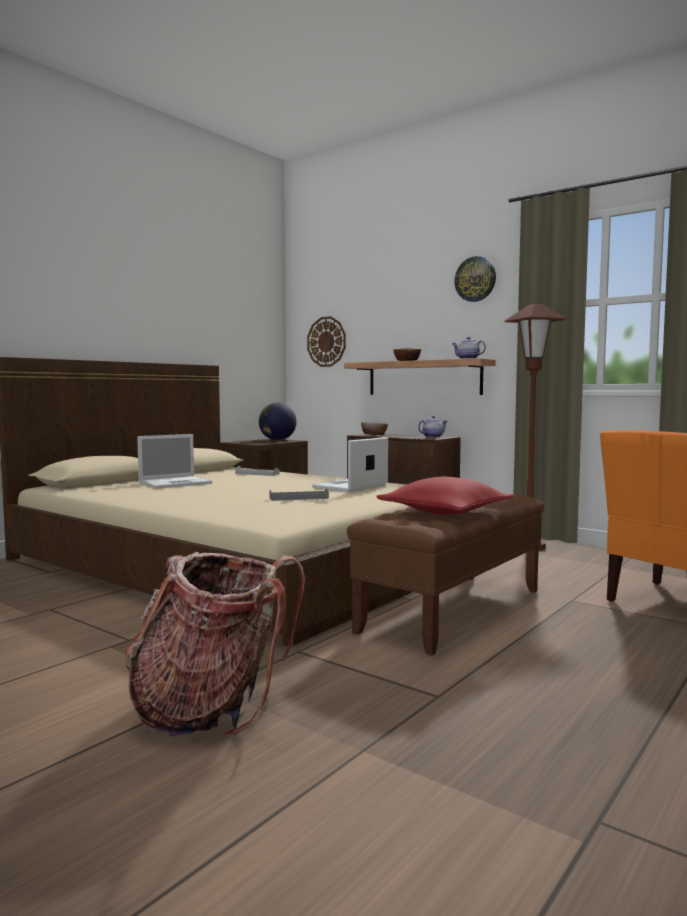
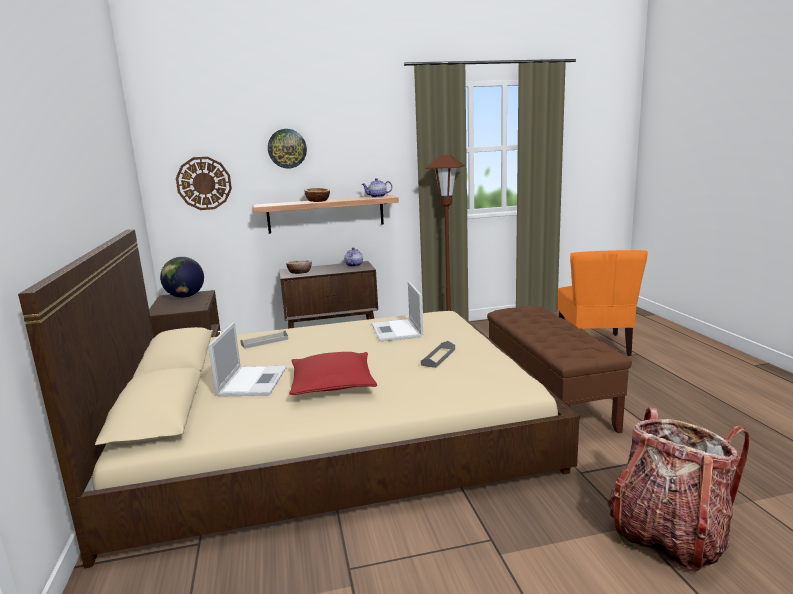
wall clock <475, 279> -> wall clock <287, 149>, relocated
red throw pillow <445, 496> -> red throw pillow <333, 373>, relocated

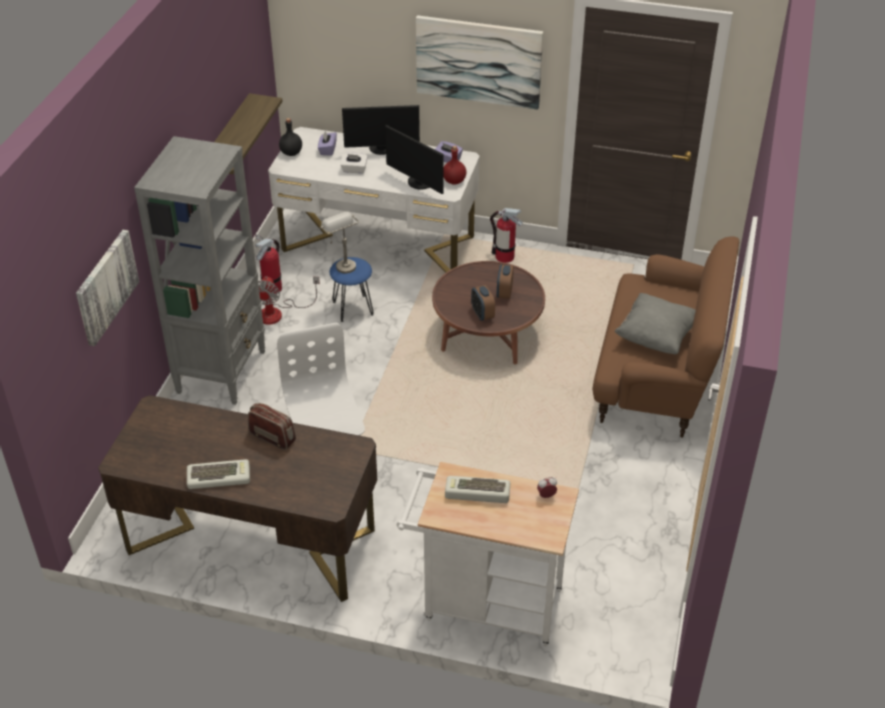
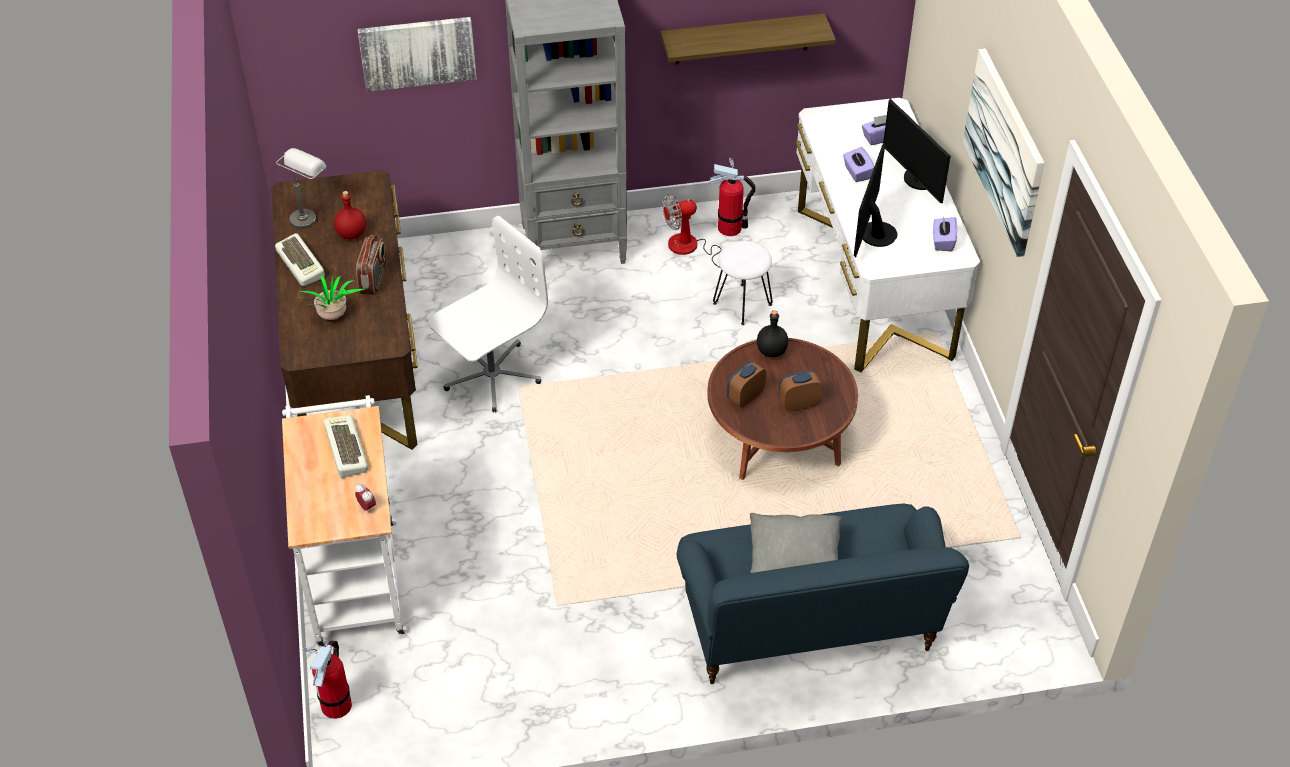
black bottle <290, 137> -> black bottle <772, 333>, relocated
red bottle <454, 165> -> red bottle <350, 215>, relocated
whitish box of tissues <354, 163> -> purple box of tissues <858, 164>
fire-fighting cylinder <506, 235> -> fire-fighting cylinder <327, 680>, relocated
grey tabletop lamp <339, 243> -> grey tabletop lamp <301, 188>, relocated
brownish sofa <665, 337> -> blue-coloured sofa <823, 594>
blue-coloured stool seat <352, 289> -> whitish stool seat <743, 283>
none -> potted plant <332, 297>

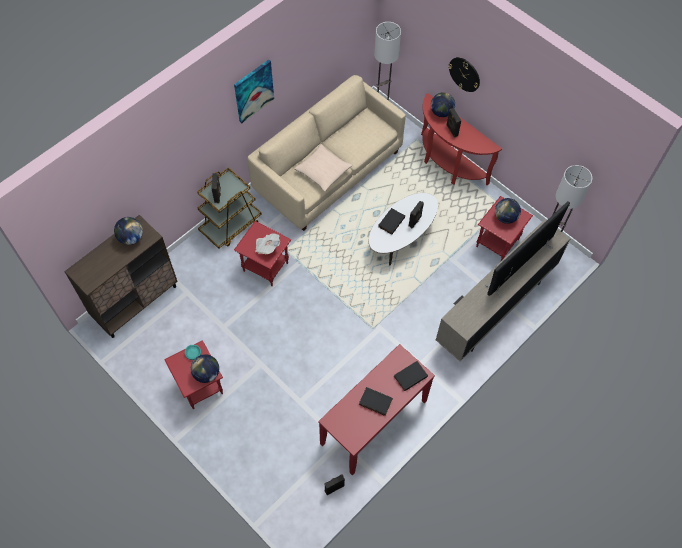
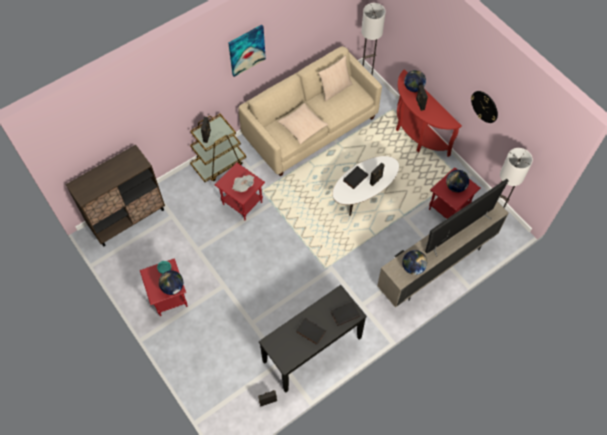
wall clock <464, 74> -> wall clock <484, 107>, relocated
globe <128, 231> -> globe <414, 262>, relocated
red hall table <376, 409> -> black hall table <313, 339>
none -> beige-coloured throw pillow <335, 78>

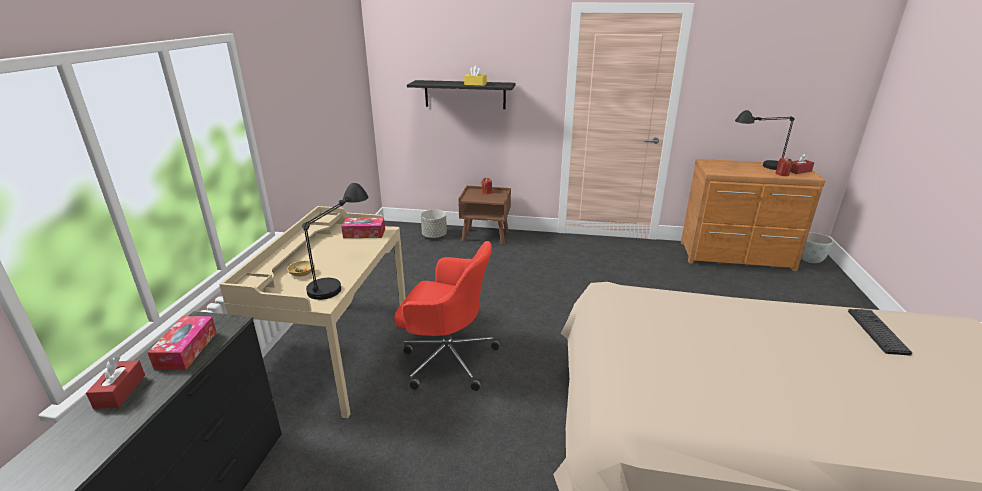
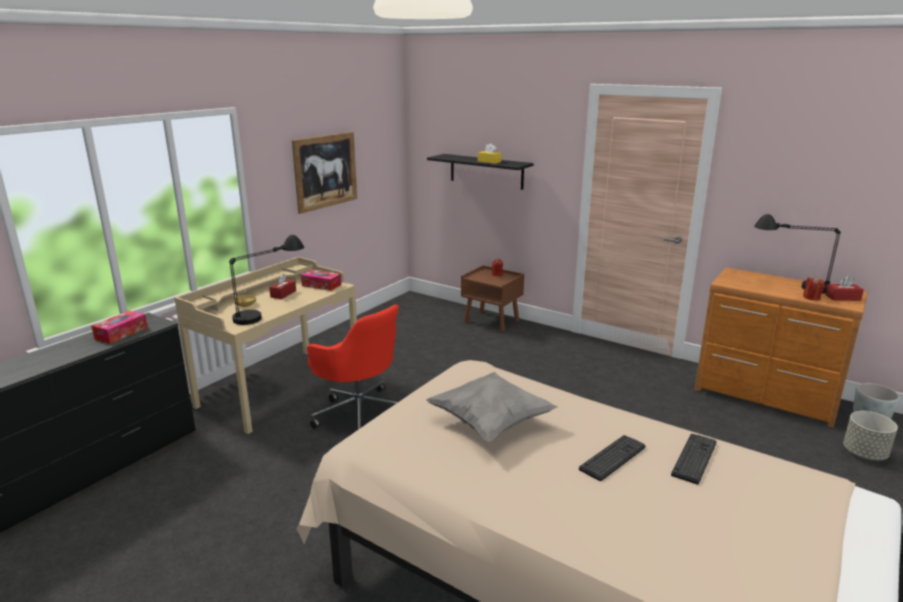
grey plant pot <434, 223> -> grey plant pot <870, 435>, relocated
red box of tissues <115, 383> -> red box of tissues <282, 286>, relocated
none -> wall picture <324, 173>
none -> grey throw pillow <492, 407>
none -> PC keyboard <612, 458>

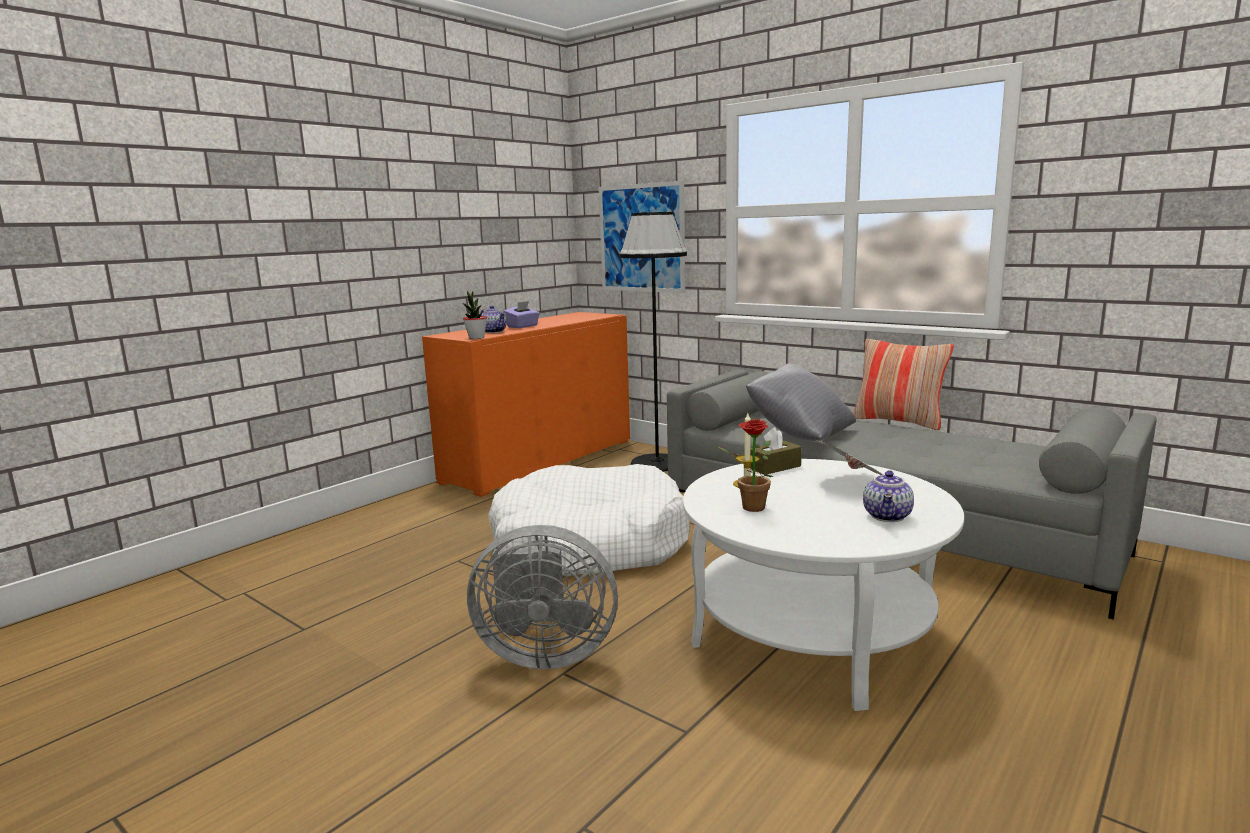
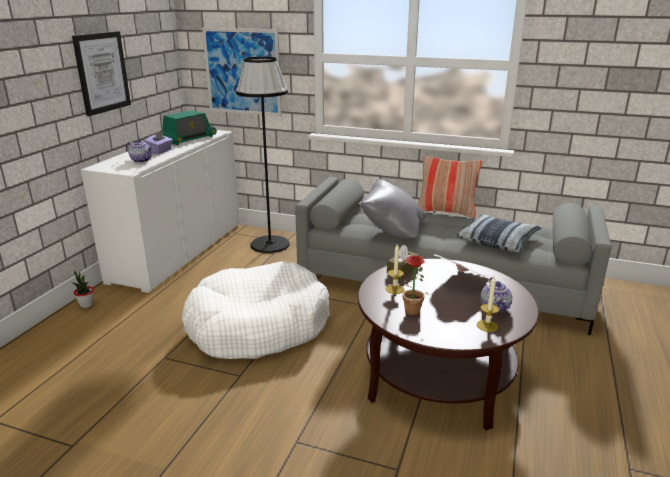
potted plant <474, 315> -> potted plant <83, 289>, relocated
orange-coloured cabinet <526, 404> -> whitish cabinet <160, 211>
whitish low table <823, 585> -> brownish low table <448, 344>
grey fan <542, 597> -> none
none -> wall picture <101, 73>
none -> radio receiver <189, 127>
none -> throw pillow <498, 233>
none -> candle <488, 304>

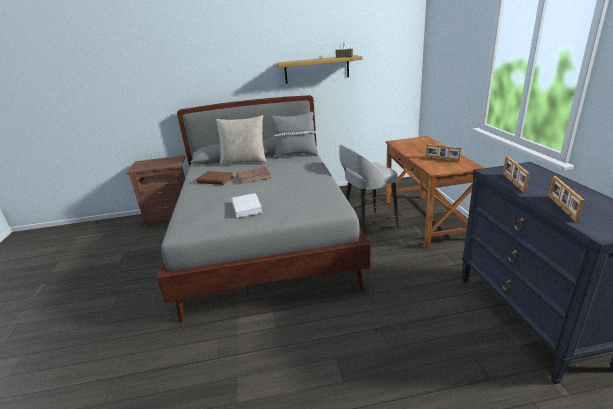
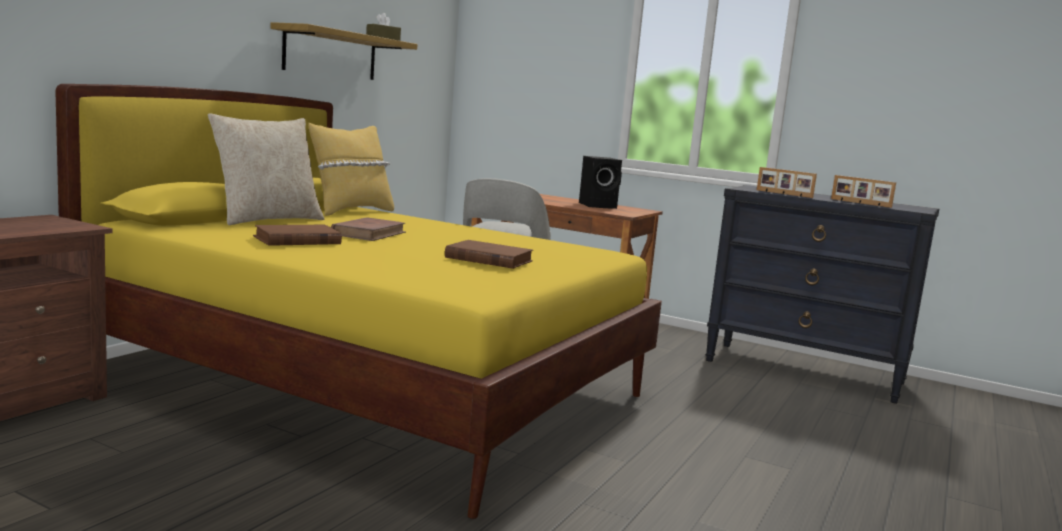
grey bed <263, 209> -> yellowish bed <358, 301>
grey throw pillow <294, 135> -> yellowish throw pillow <351, 169>
photo frame <443, 153> -> black audio speaker <600, 182>
whitish book <247, 205> -> brownish book <489, 254>

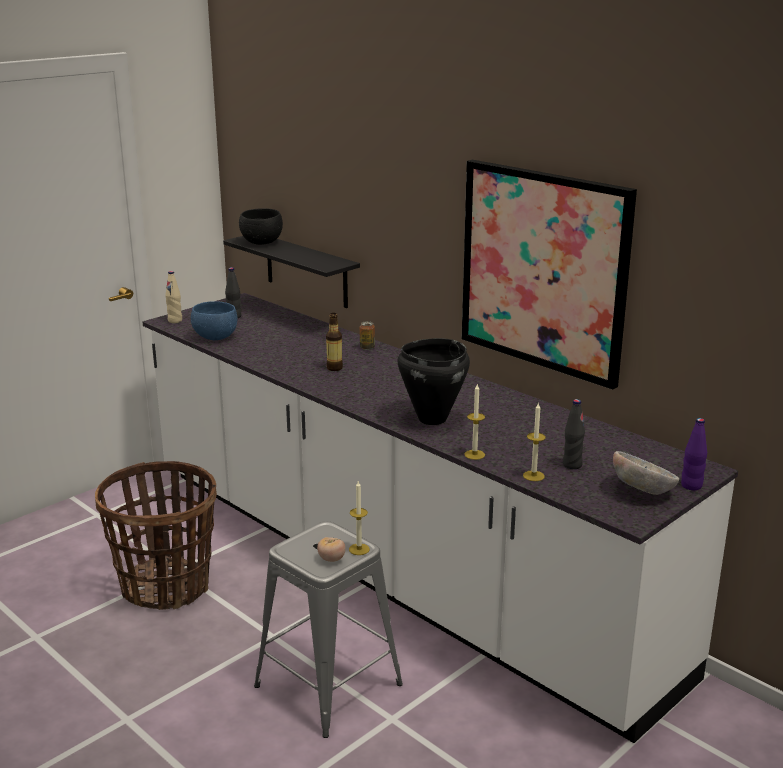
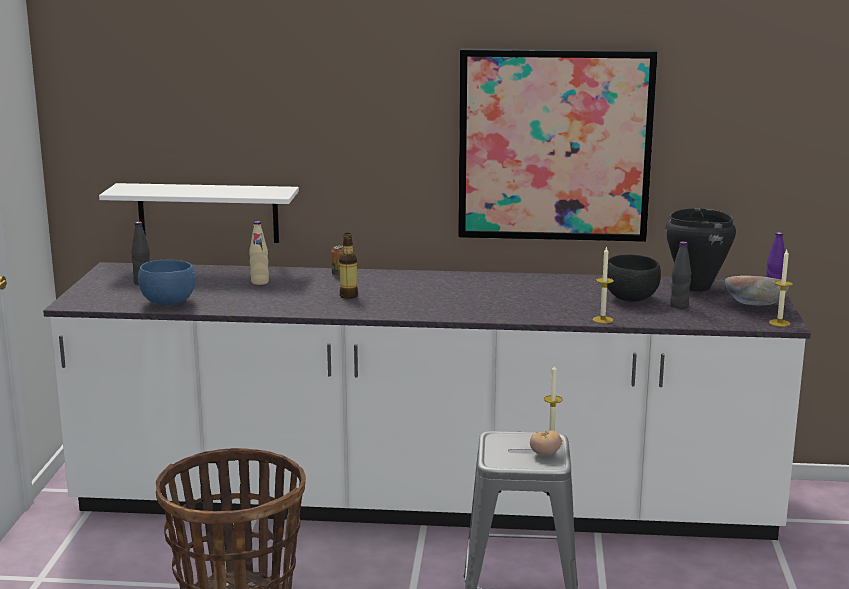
black serving bowl <261, 226> -> black serving bowl <634, 278>, relocated
black shelf <291, 272> -> whitish shelf <199, 213>
beige-coloured bottle <173, 297> -> beige-coloured bottle <259, 253>, relocated
black saucepot <434, 381> -> black saucepot <700, 250>, relocated
candle <534, 441> -> candle <781, 288>, relocated

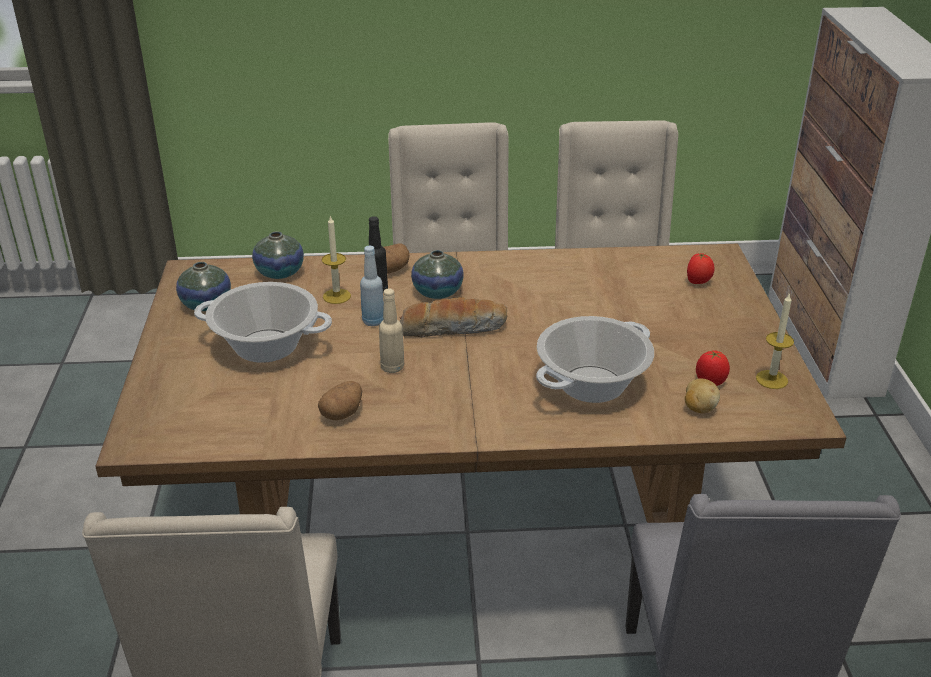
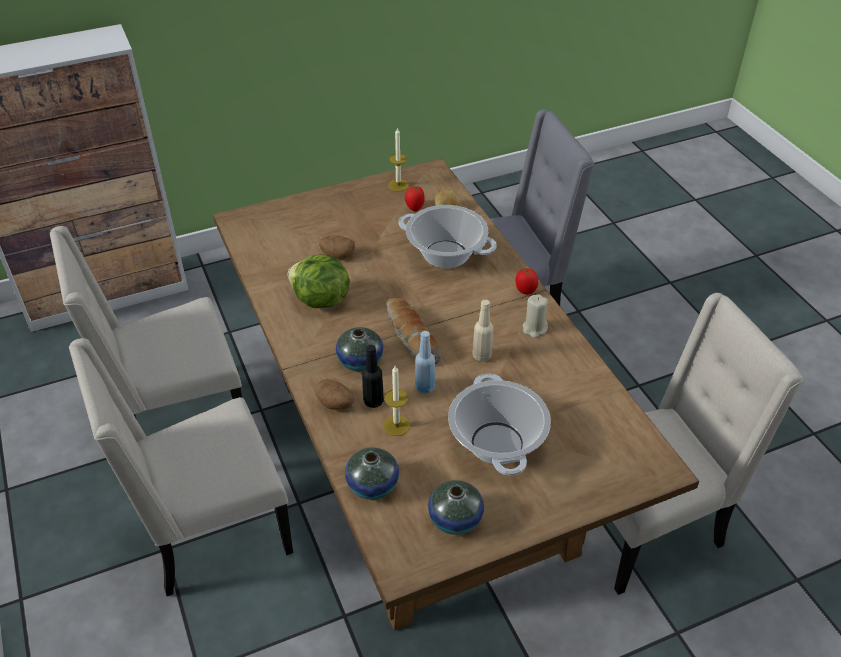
tomato <700, 268> -> tomato <526, 281>, relocated
potato <340, 400> -> potato <337, 247>, relocated
none -> lettuce head <319, 281>
none -> beige-coloured candle <535, 316>

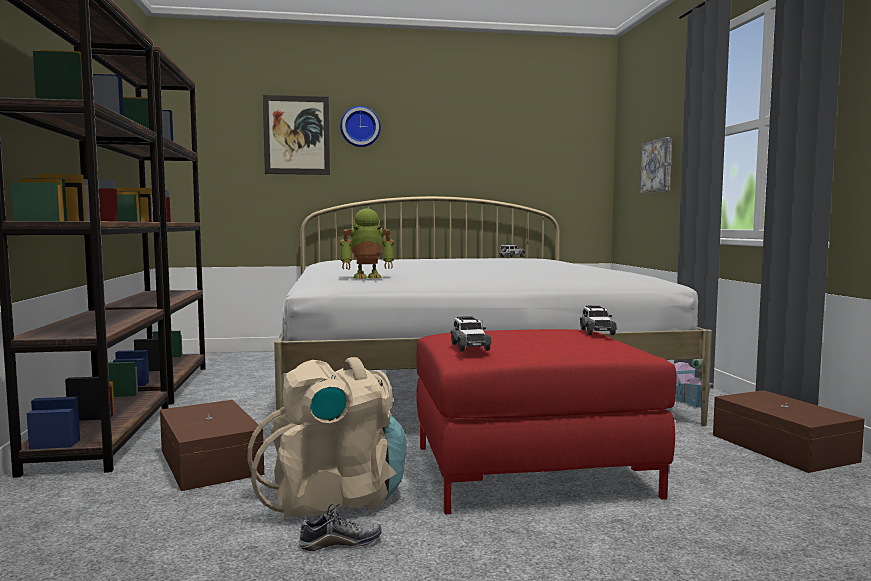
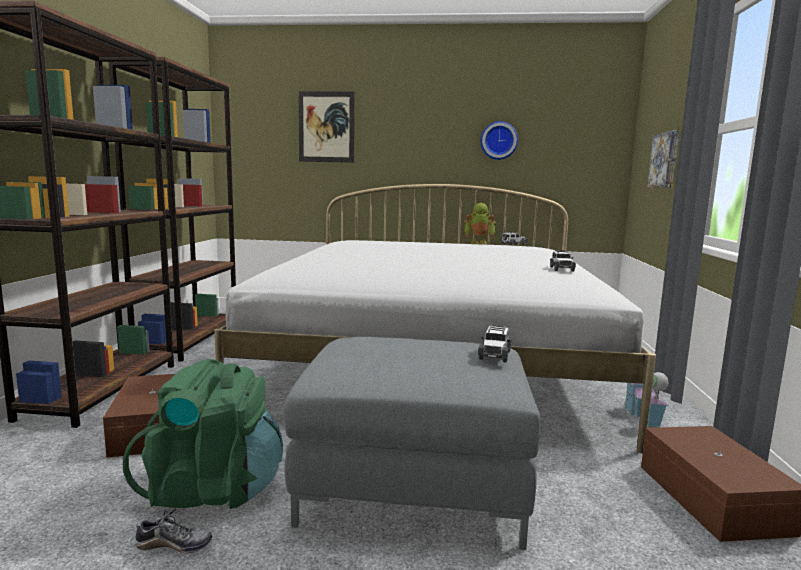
wall clock <360, 126> -> wall clock <499, 140>, relocated
robot figure <367, 243> -> robot figure <480, 223>, relocated
toy car <471, 334> -> toy car <563, 261>, relocated
red ottoman <546, 421> -> grey ottoman <411, 443>
beige-coloured rucksack <327, 438> -> greenish rucksack <203, 434>

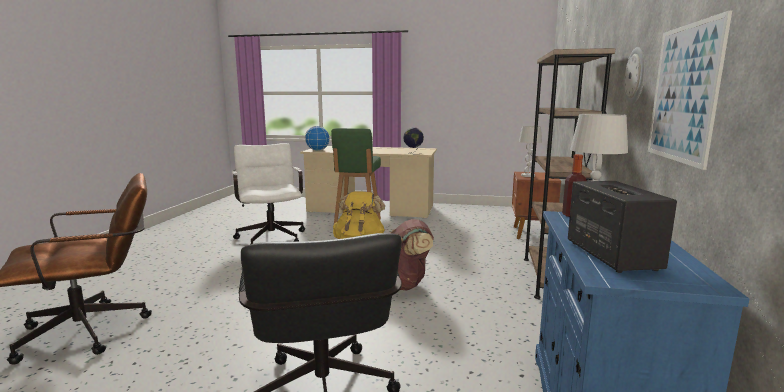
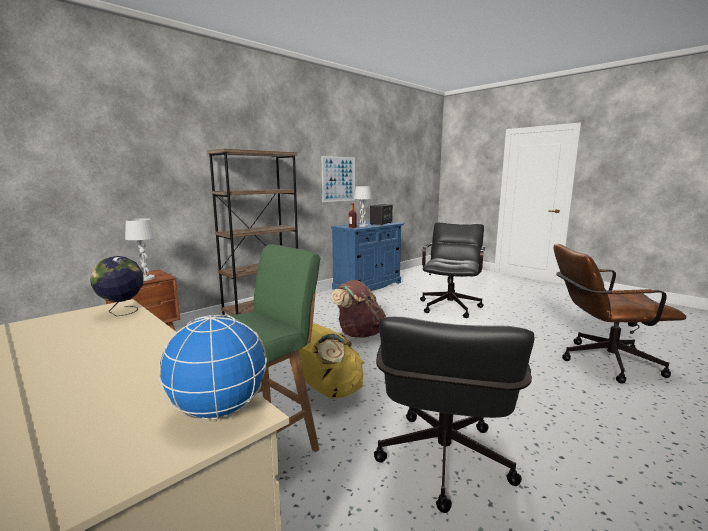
wall clock <635, 75> -> none
whitish office chair <268, 193> -> black office chair <454, 415>

